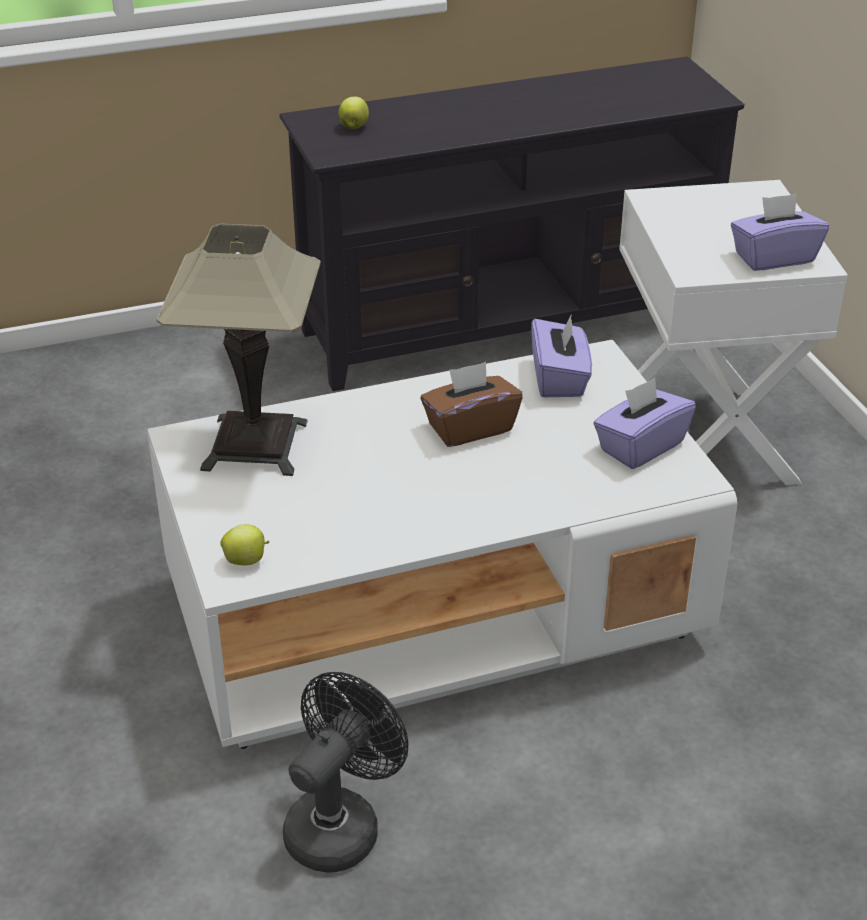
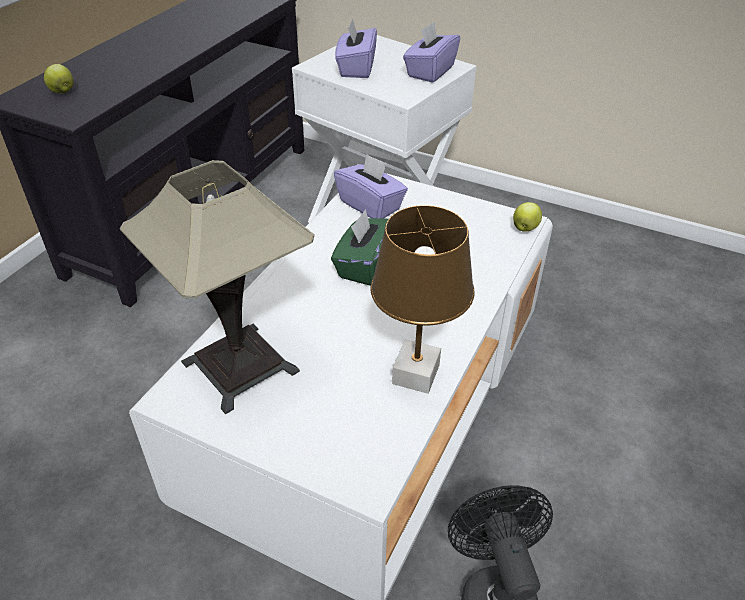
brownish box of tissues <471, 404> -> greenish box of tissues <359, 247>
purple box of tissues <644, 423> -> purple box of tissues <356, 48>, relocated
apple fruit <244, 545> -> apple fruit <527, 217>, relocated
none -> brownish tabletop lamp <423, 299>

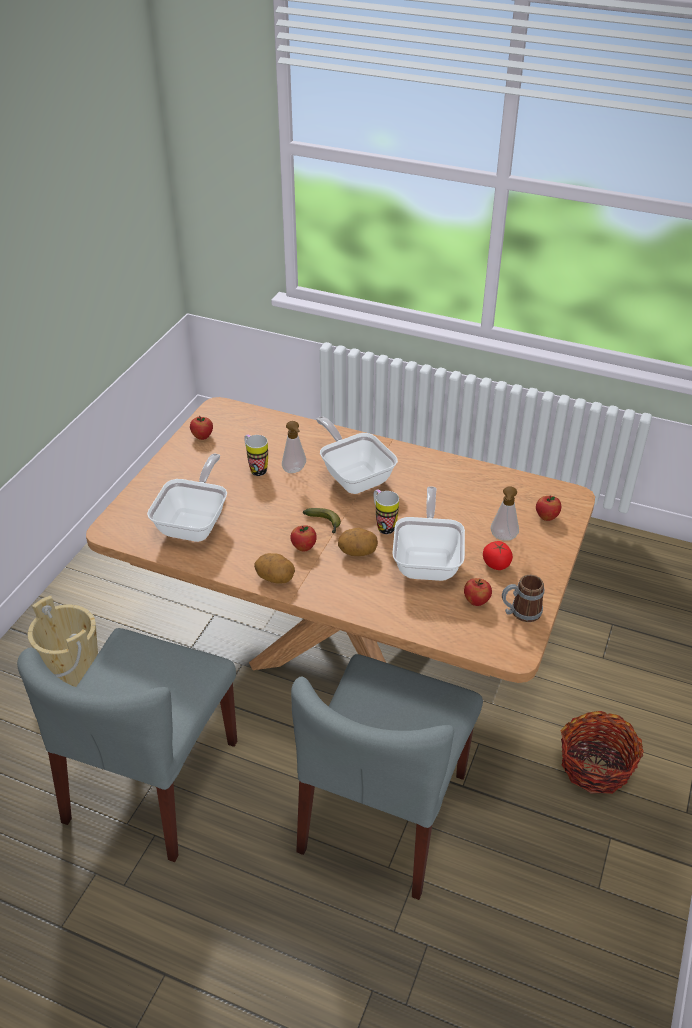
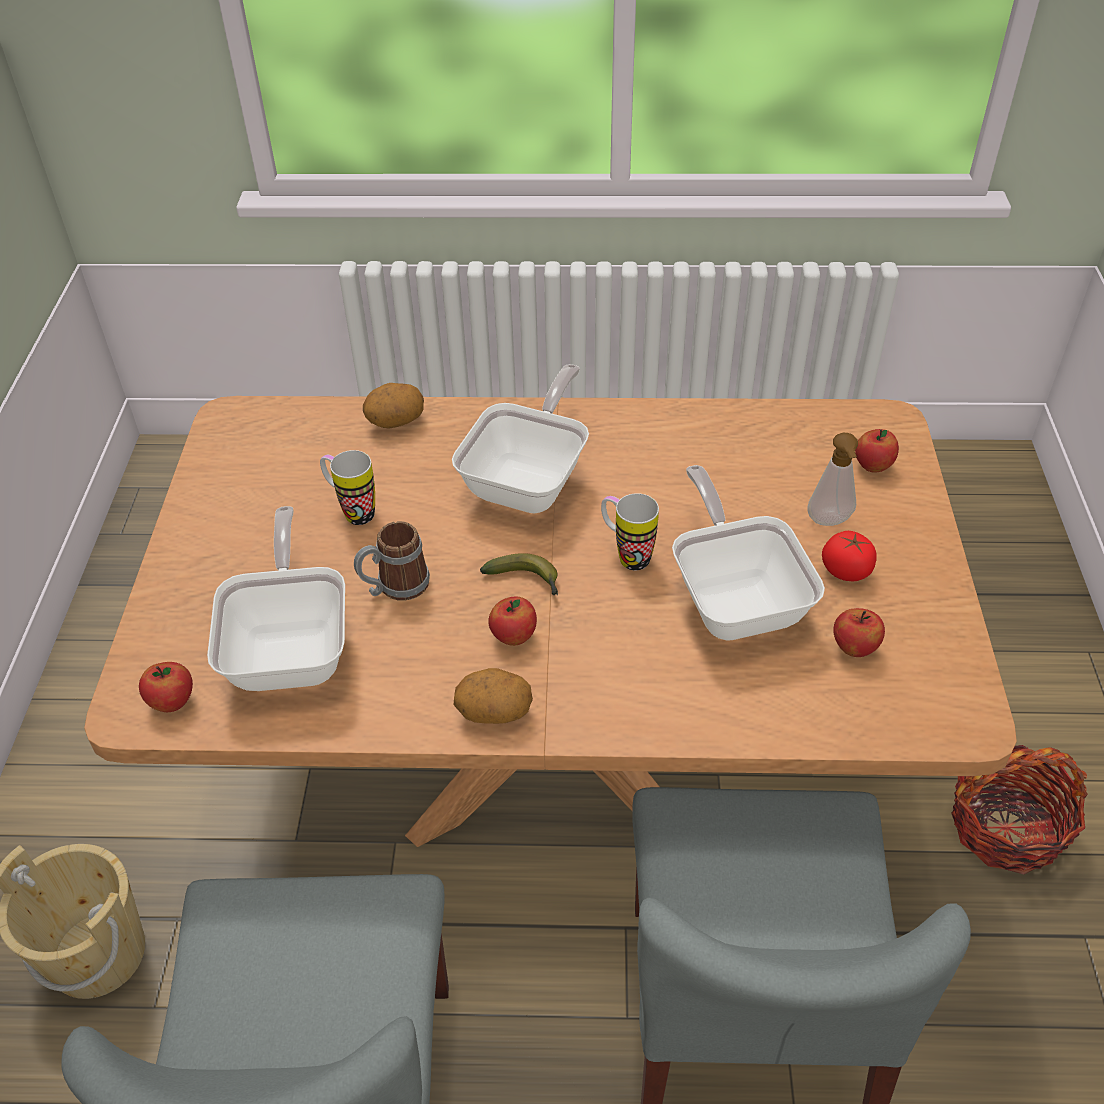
apple fruit <201, 428> -> apple fruit <166, 687>, relocated
frying pan <357, 455> -> frying pan <520, 439>, 75 degrees clockwise
liquid soap bottle <294, 447> -> none
potato <358, 542> -> potato <393, 406>, relocated
mug <523, 598> -> mug <392, 561>, relocated

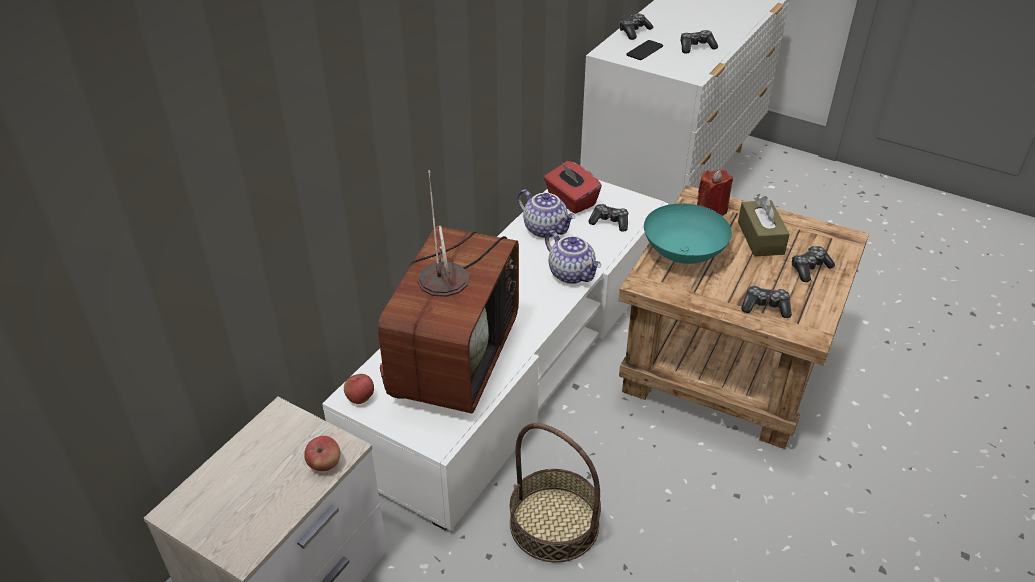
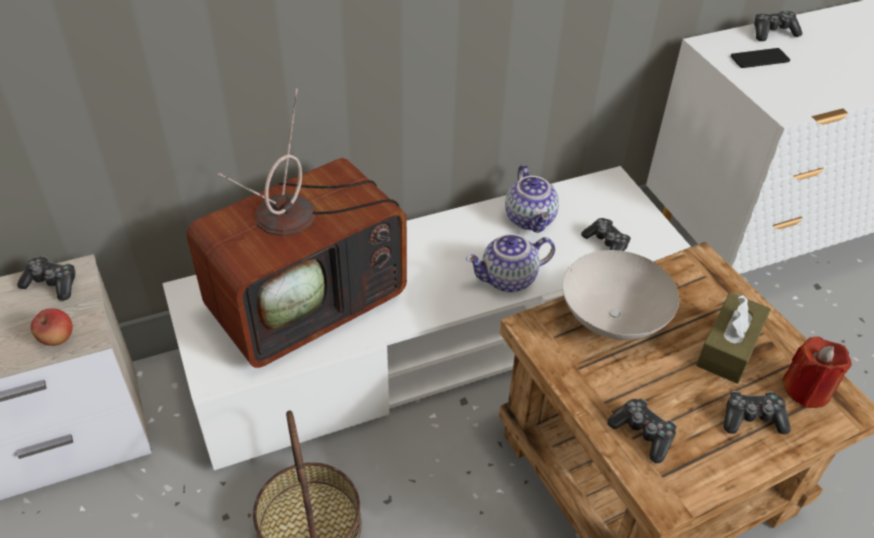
gamepad <699, 42> -> gamepad <46, 278>, relocated
red box of tissues <573, 187> -> none
red candle <715, 192> -> red candle <817, 372>, relocated
blue-green serving bowl <688, 233> -> whitish serving bowl <620, 295>
teapot <573, 257> -> teapot <510, 263>, 75 degrees clockwise
apple fruit <359, 389> -> none

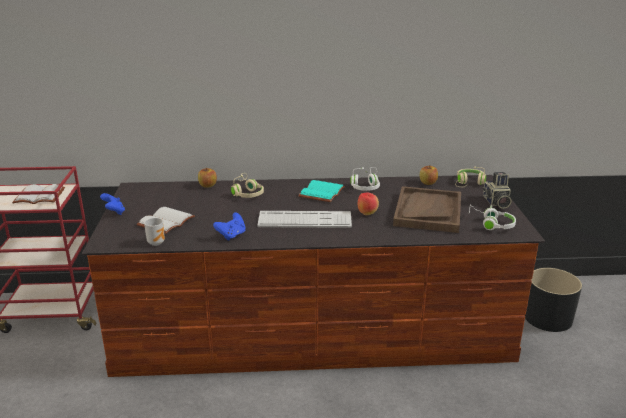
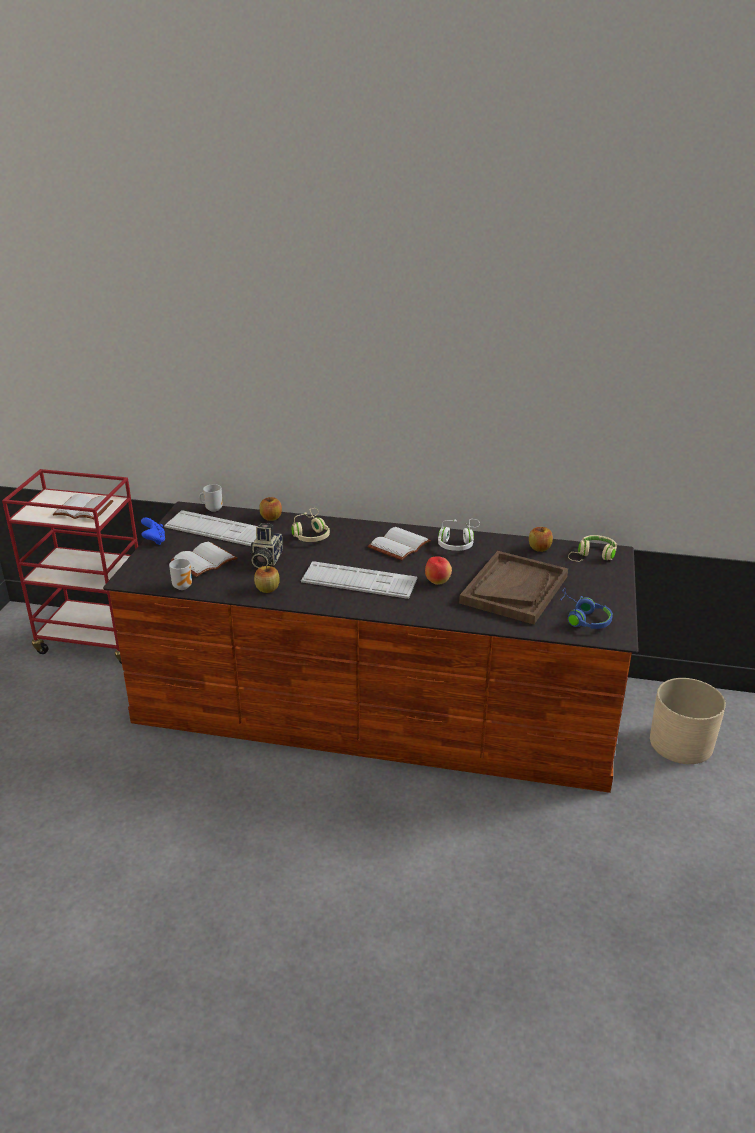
photo camera <497, 190> -> photo camera <266, 545>, relocated
blue-green book <321, 191> -> whitish book <399, 543>
whitish pair of headphones <492, 216> -> blue-coloured pair of headphones <586, 608>
blue-coloured gamepad <229, 226> -> apple fruit <267, 579>
black plant pot <553, 300> -> beige-coloured plant pot <688, 721>
none -> mug <211, 498>
none -> PC keyboard <211, 528>

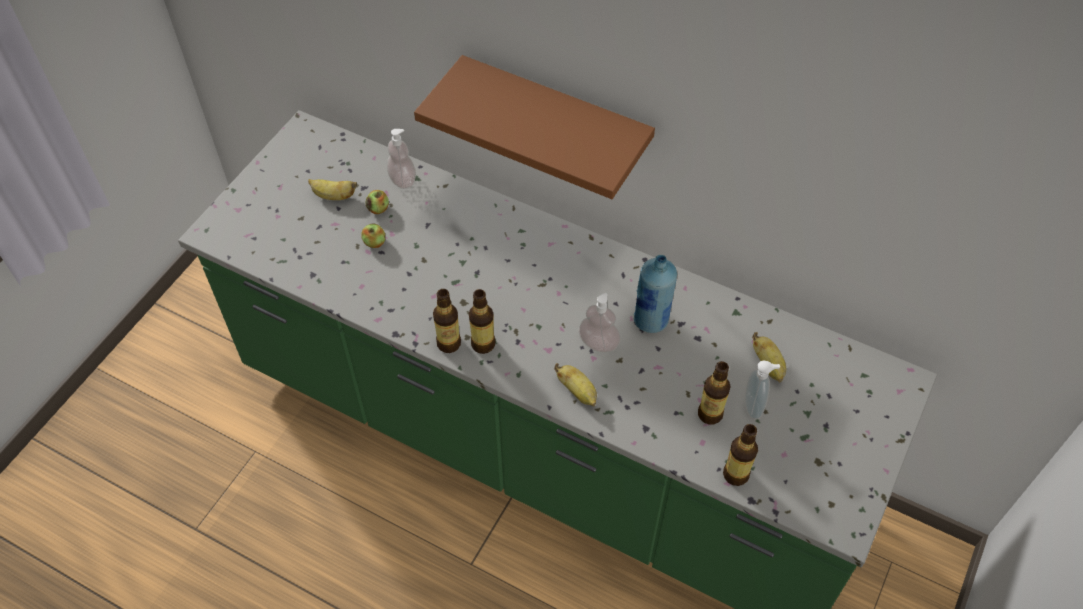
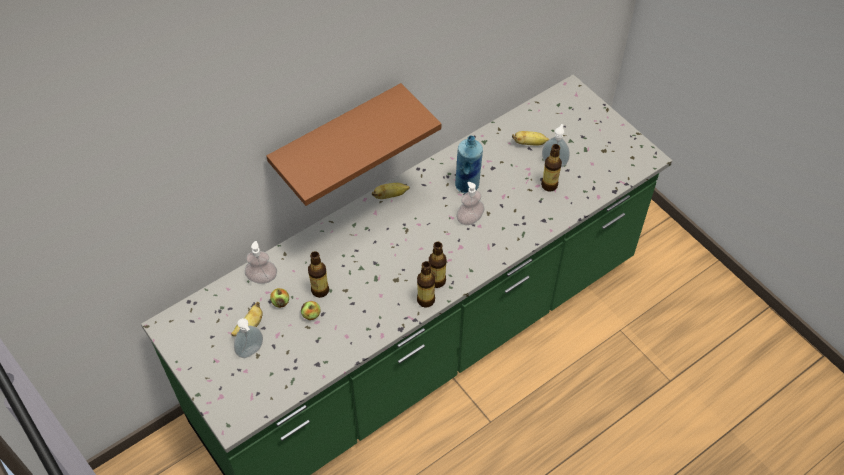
banana <575, 385> -> banana <391, 191>, relocated
bottle <740, 455> -> bottle <318, 274>, relocated
none -> liquid soap bottle <248, 338>

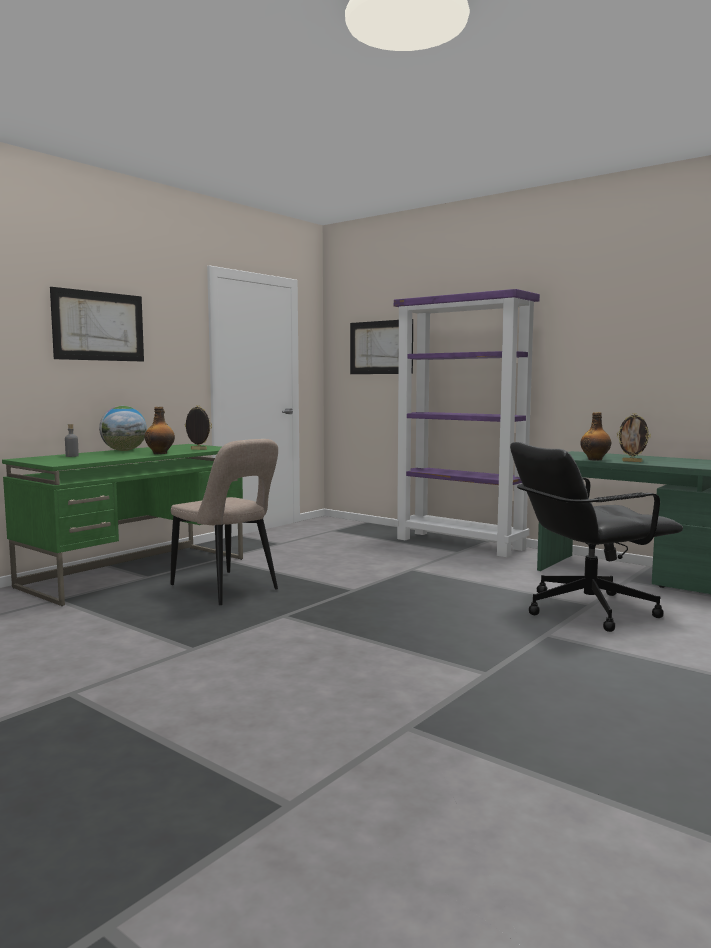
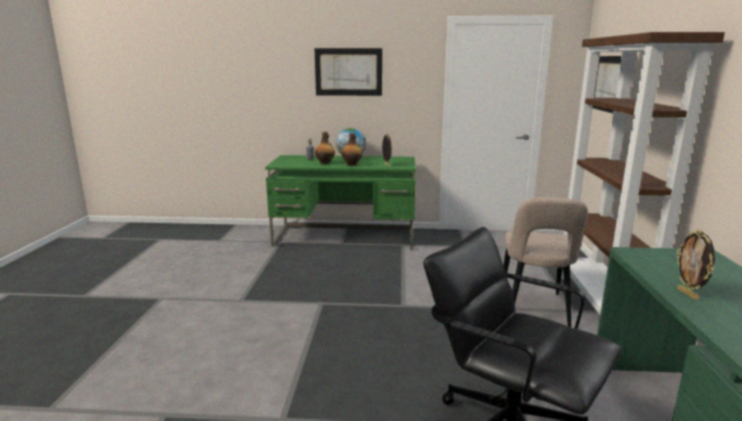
purple bookcase <467, 423> -> brownish bookcase <643, 173>
bottle <595, 436> -> bottle <325, 148>, relocated
beige-coloured upright chair <224, 522> -> beige-coloured upright chair <545, 262>, relocated

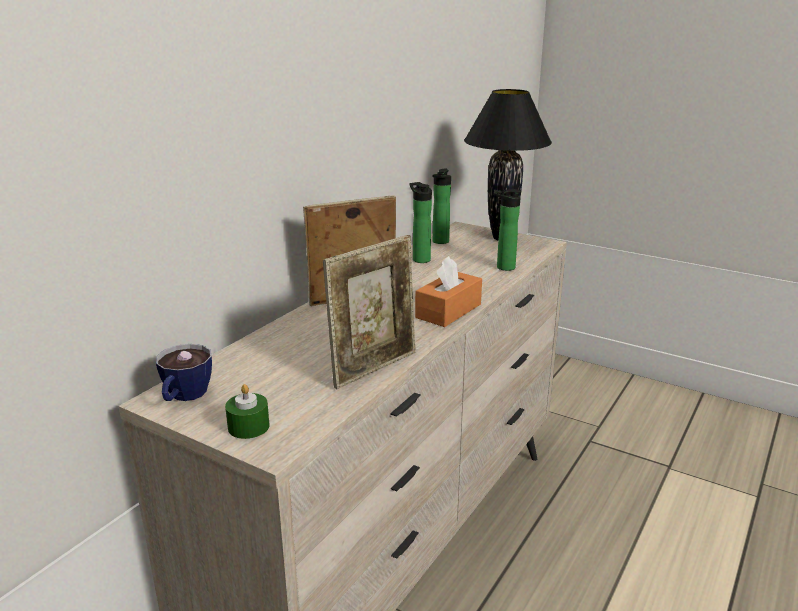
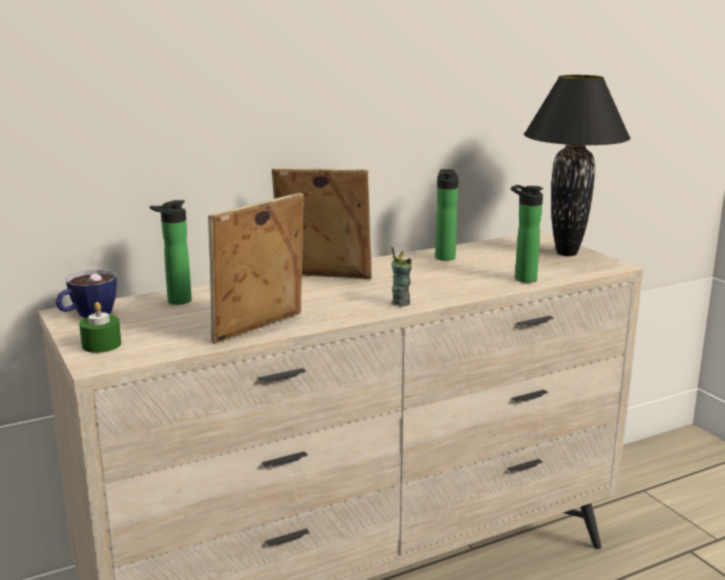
bottle <441, 206> -> bottle <171, 252>, relocated
photo frame <369, 312> -> photo frame <255, 268>, 150 degrees clockwise
orange-coloured box of tissues <448, 291> -> drinking cup <401, 276>

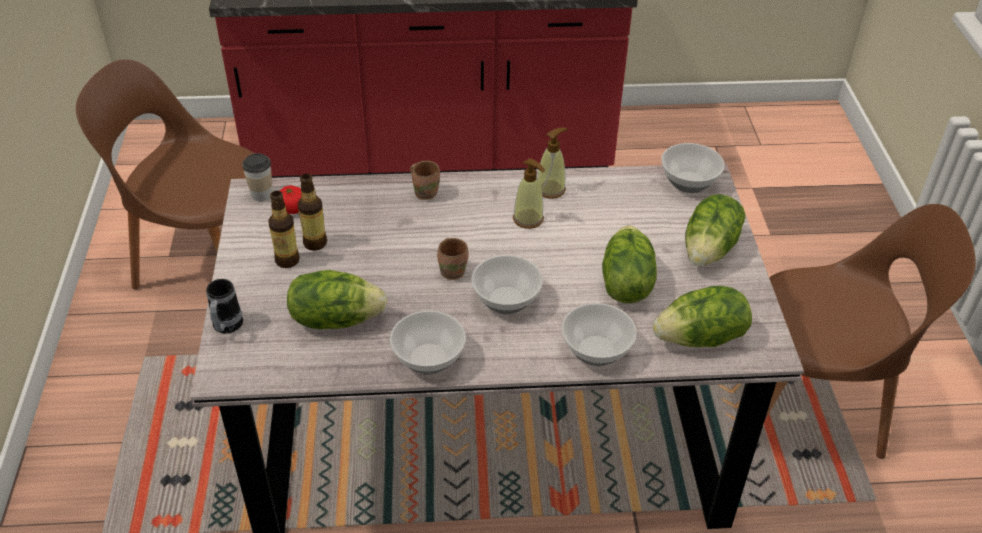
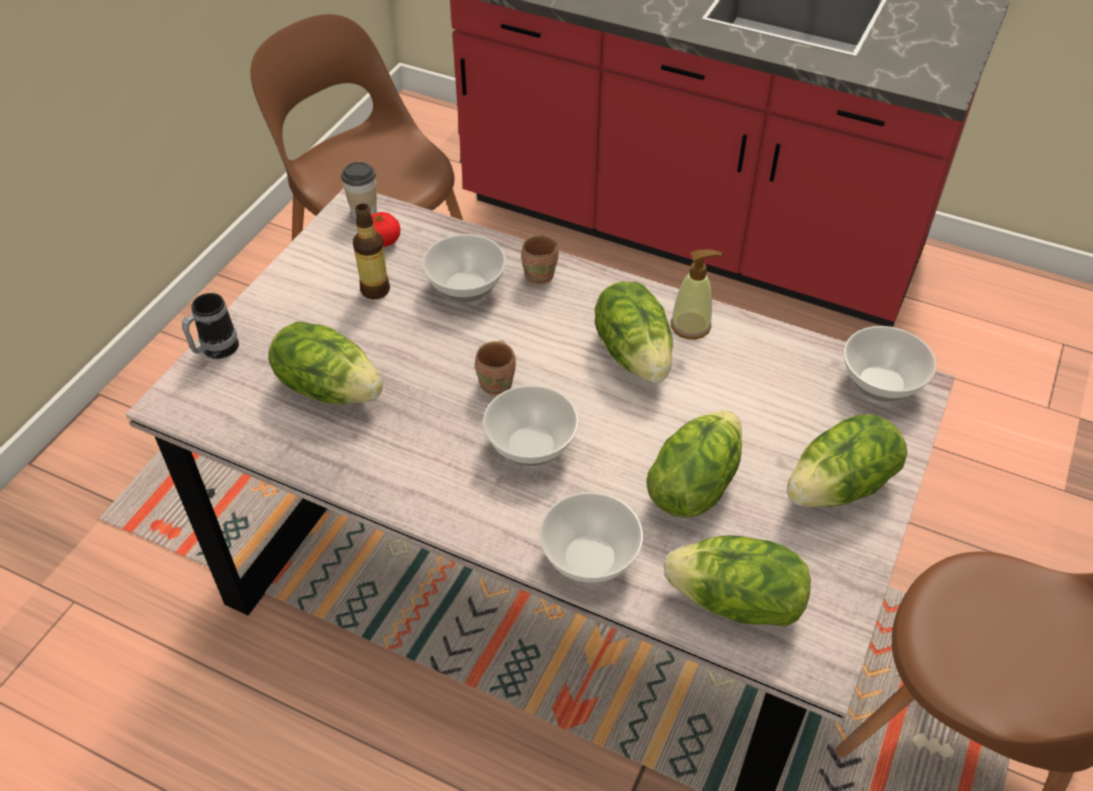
liquid soap bottle <529, 193> -> lettuce head <634, 332>
bottle <284, 229> -> none
serving bowl <428, 342> -> serving bowl <464, 268>, relocated

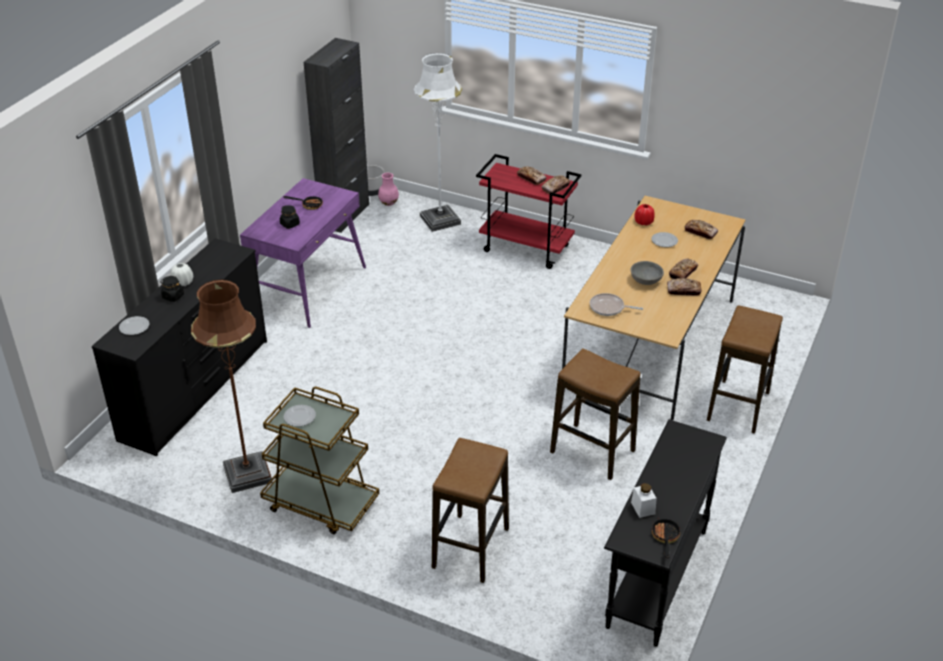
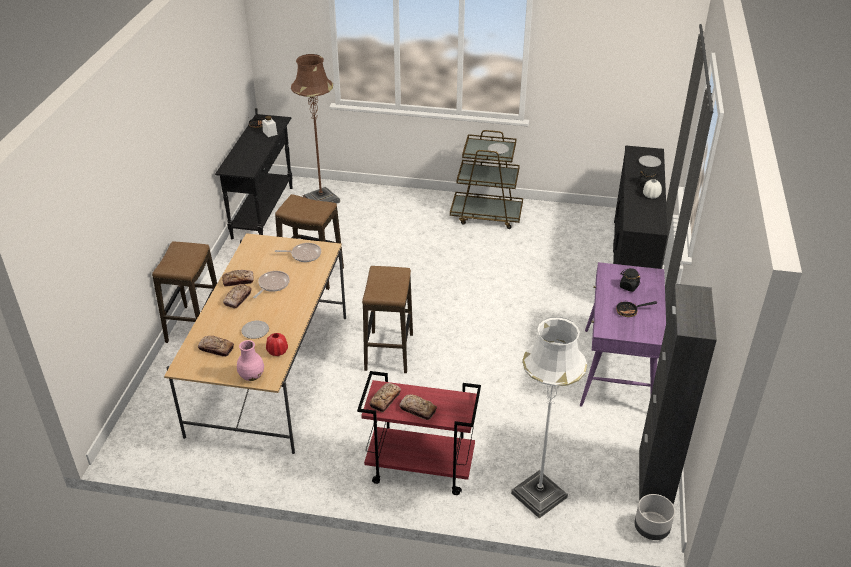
pinkish decorative vase <388, 189> -> pinkish decorative vase <250, 360>, relocated
grey serving bowl <647, 273> -> frying pan <271, 284>
brownish standard lamp <232, 386> -> brownish standard lamp <315, 129>, relocated
stool seat <470, 510> -> stool seat <387, 319>, relocated

